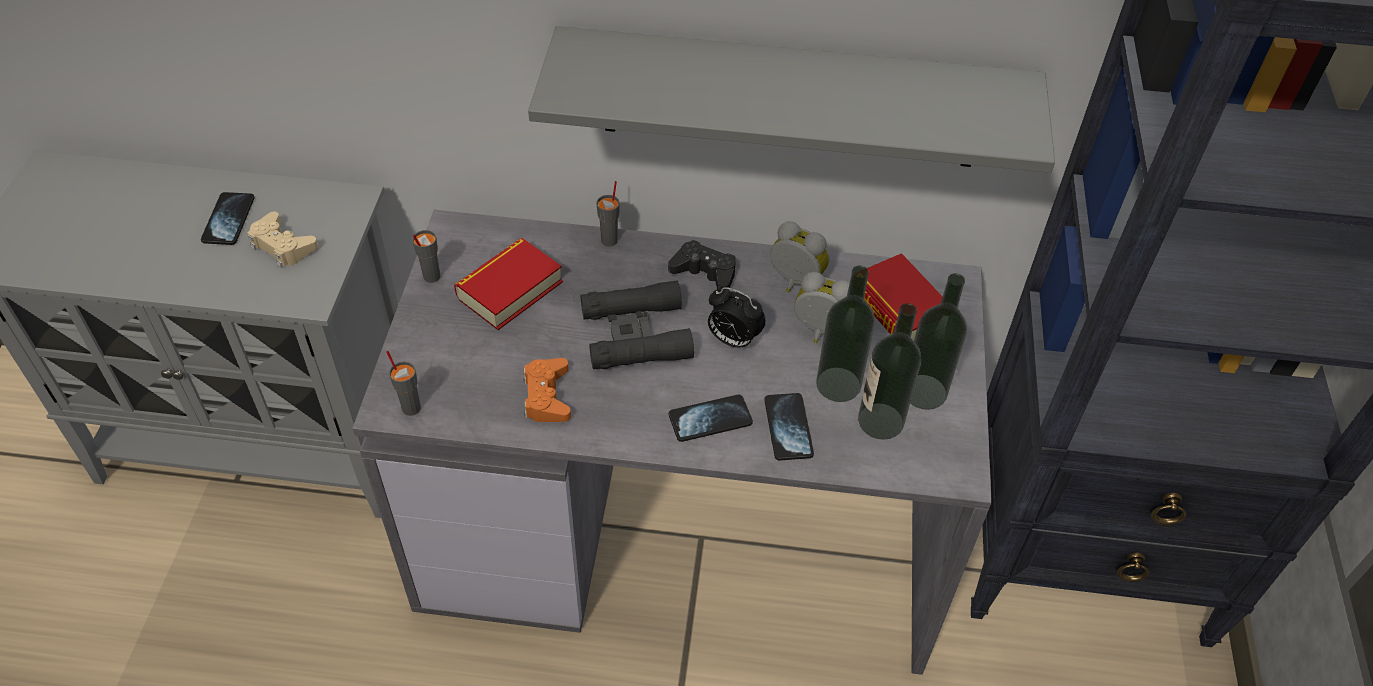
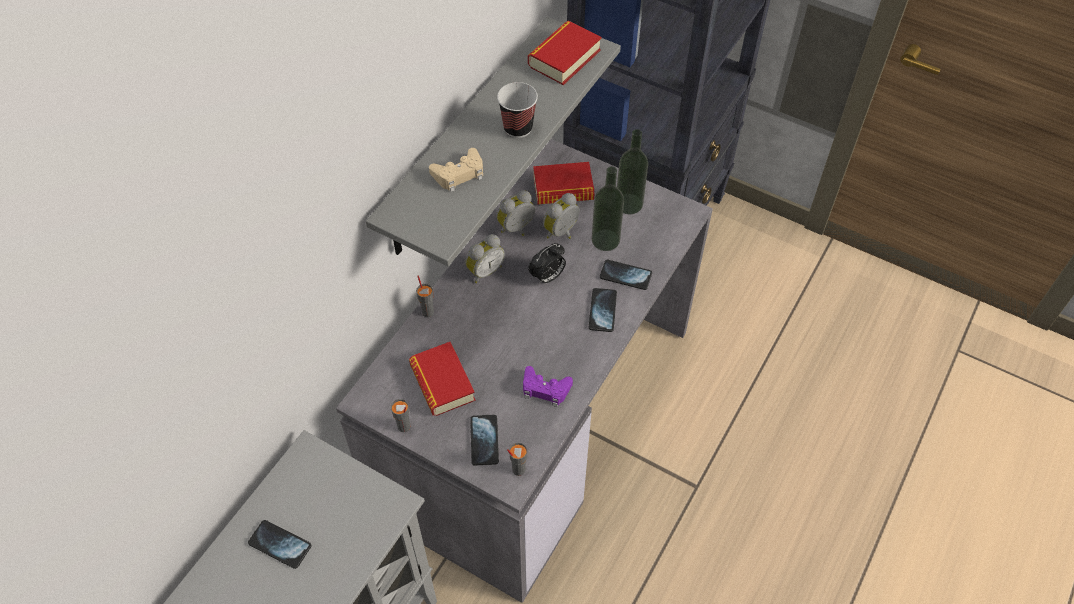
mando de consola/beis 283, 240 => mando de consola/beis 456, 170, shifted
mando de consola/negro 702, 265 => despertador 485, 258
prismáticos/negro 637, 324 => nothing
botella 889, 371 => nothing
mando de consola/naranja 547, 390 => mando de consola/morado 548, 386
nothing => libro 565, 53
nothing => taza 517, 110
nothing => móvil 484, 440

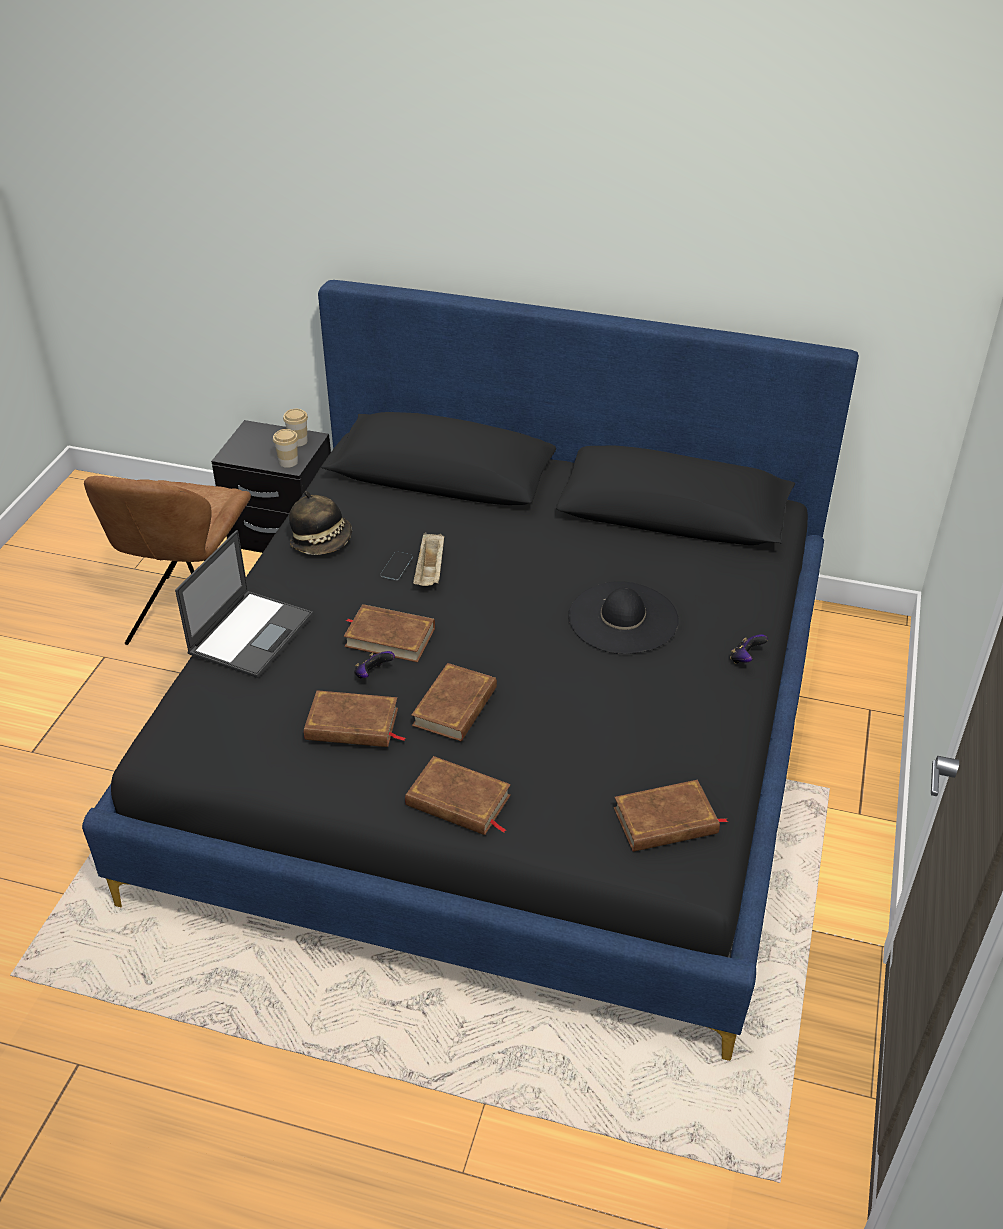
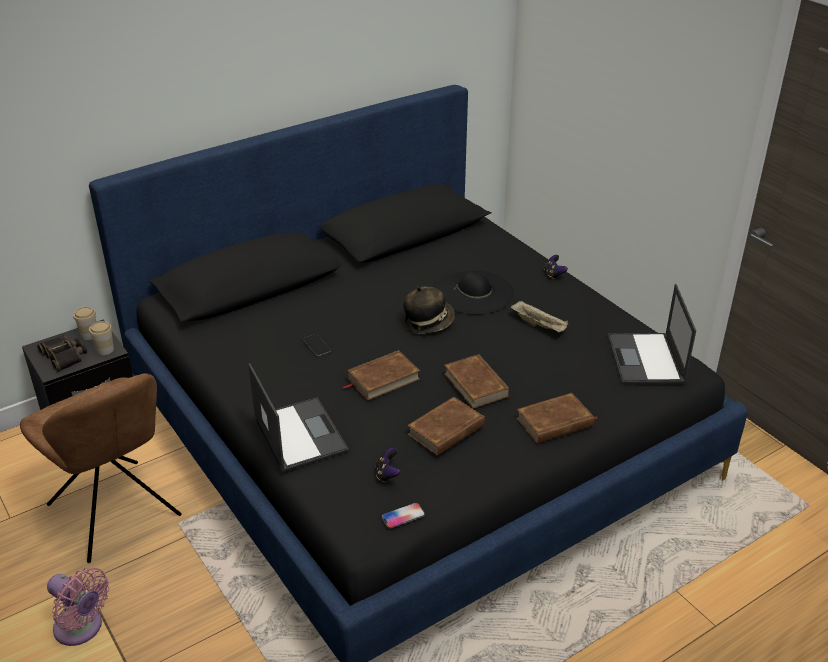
sombrero 320, 523 => sombrero 429, 310, shifted
bandeja/beis 428, 559 => bandeja/beis 539, 316, shifted
mando de consola 374, 664 => mando de consola 387, 465, shifted
libro/marrón 671, 816 => portátil 652, 334
nothing => prismáticos 62, 353
nothing => móvil 403, 515
nothing => ventilador/rosa 78, 607

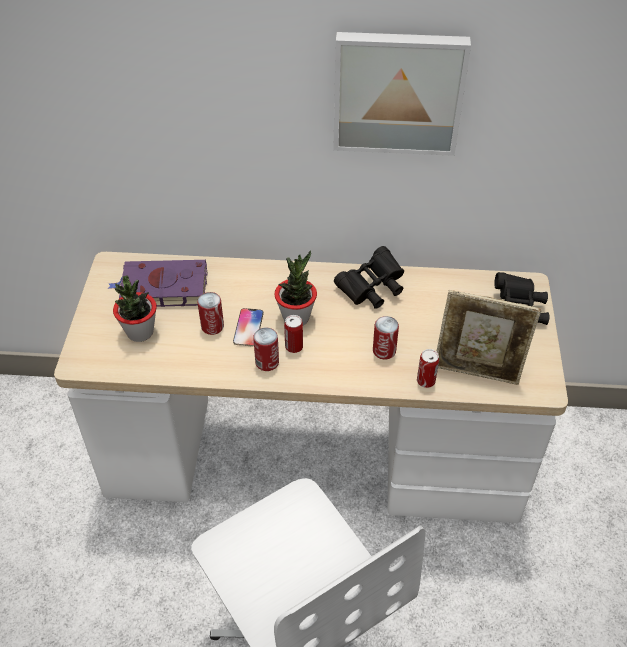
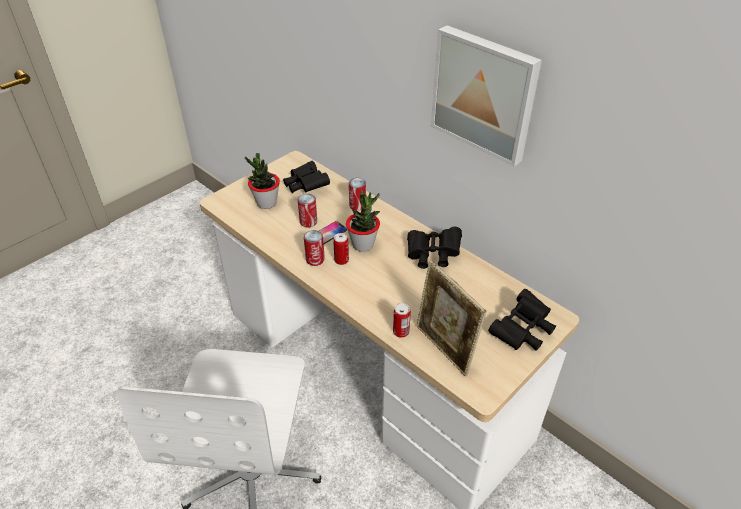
libro/morado 158, 283 => prismáticos/negro 306, 177
lata 386, 338 => lata 357, 194, shifted

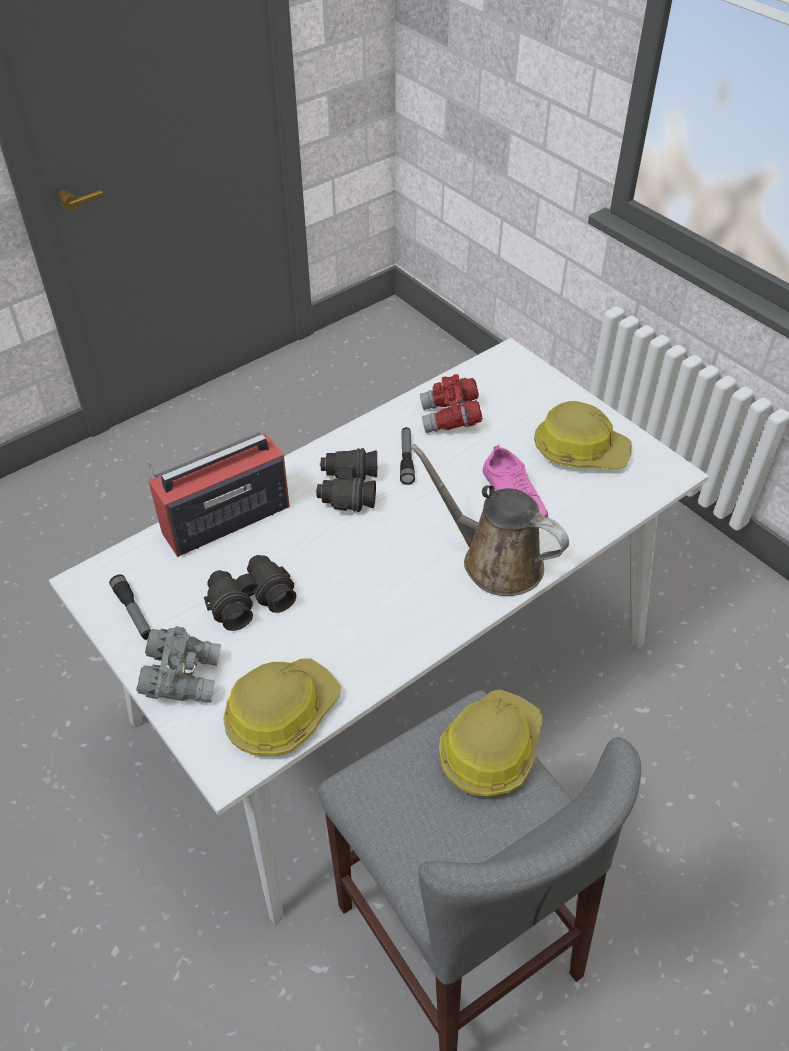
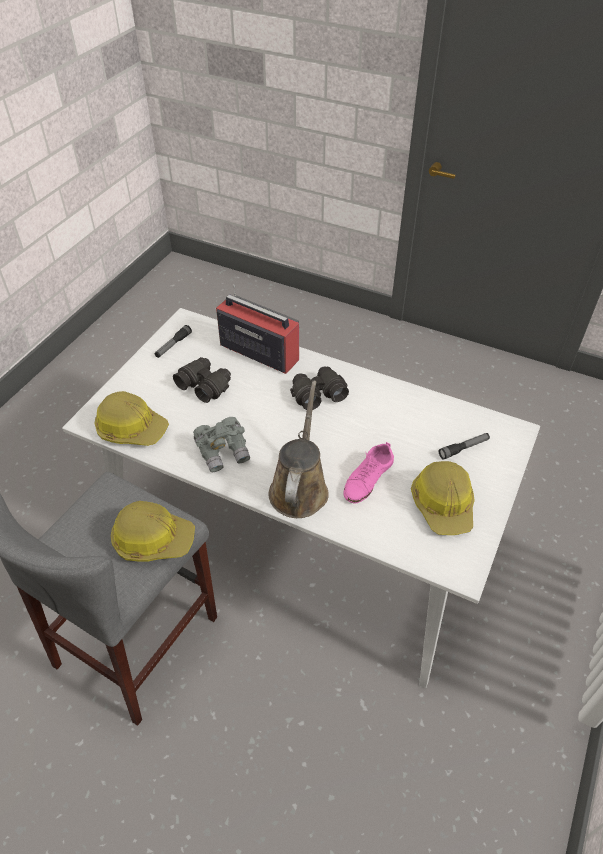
prismáticos/rojo 451, 403 => nothing
linterna 407, 456 => linterna 464, 446, shifted
prismáticos/gris 178, 664 => prismáticos/gris 221, 444, shifted

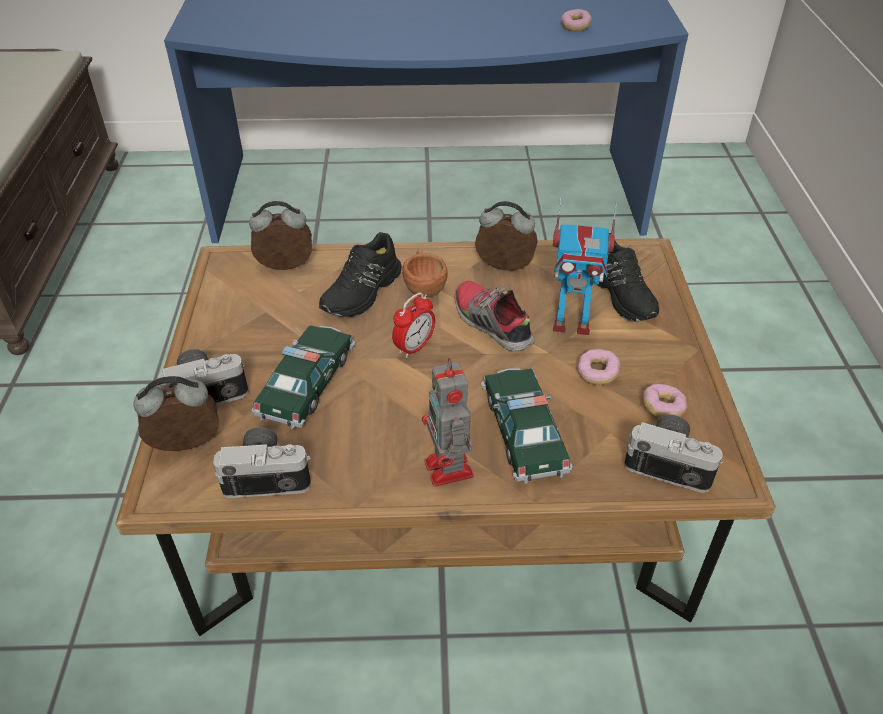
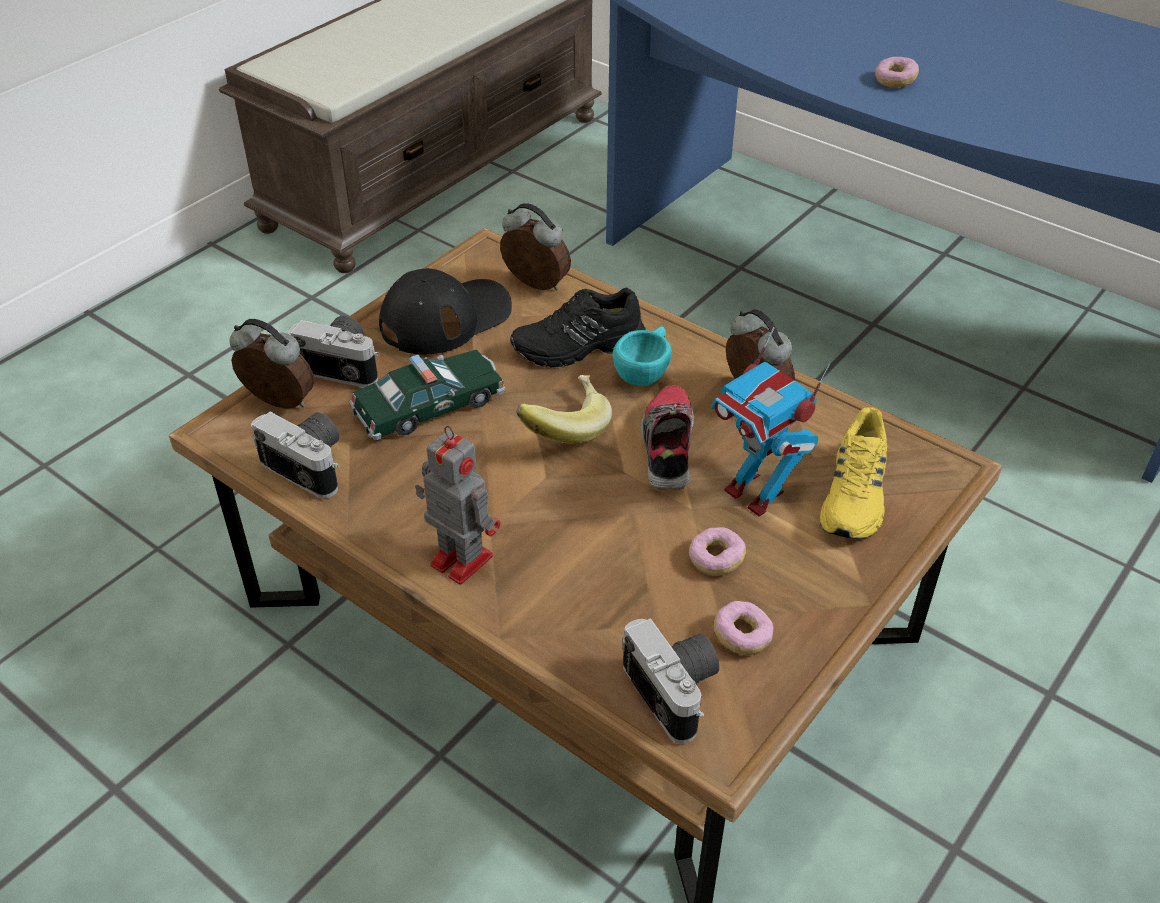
rosquilla 576, 20 => rosquilla 897, 72, shifted
zapato/negro 628, 277 => zapato/amarillo 853, 473
taza/marrón 425, 273 => taza/turquesa 642, 356
despertador 413, 325 => plátano 564, 409
robot de juguete 448, 422 => robot de juguete 457, 505, 105 degrees clockwise
coche de juguete 527, 426 => nothing
nothing => gorra/negro 445, 311

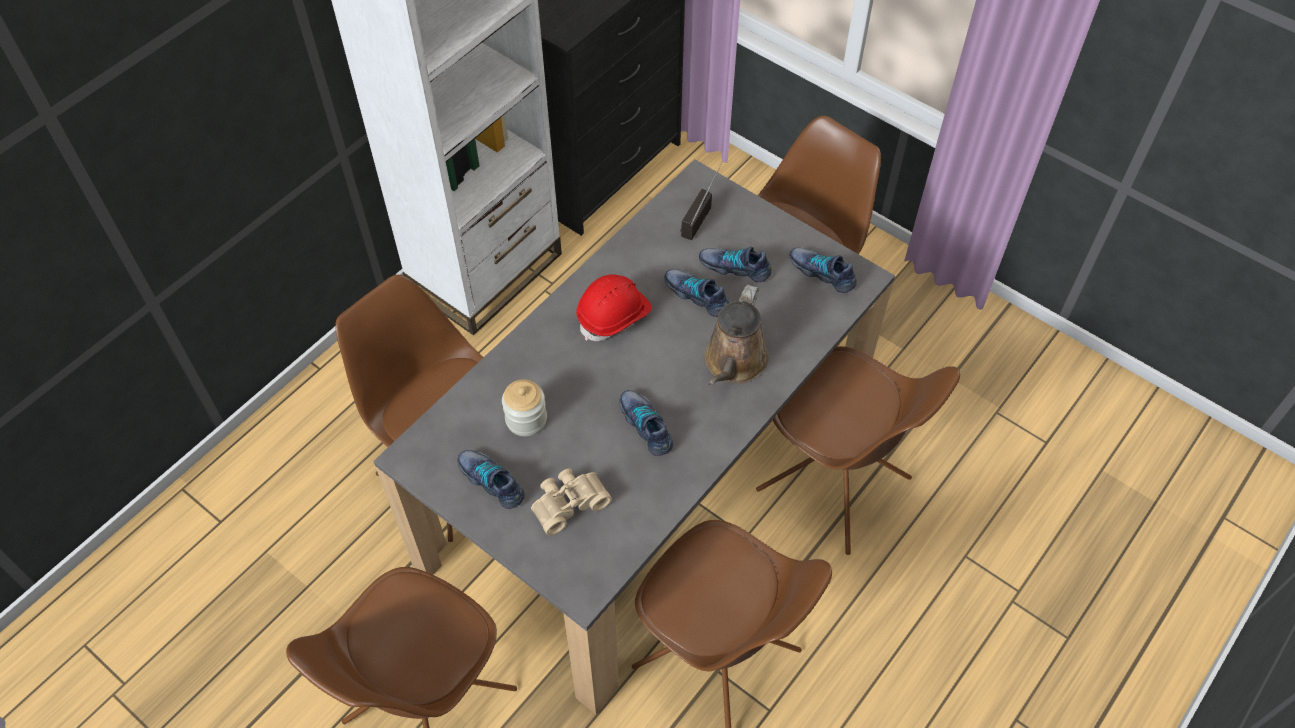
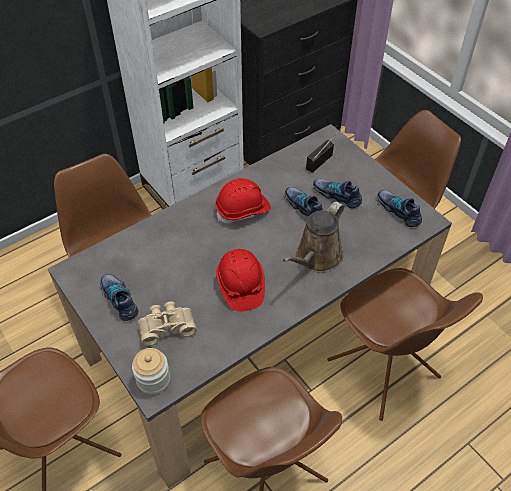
tarro 524, 407 => tarro 151, 371, shifted
zapato 646, 423 => casco/rojo 240, 280

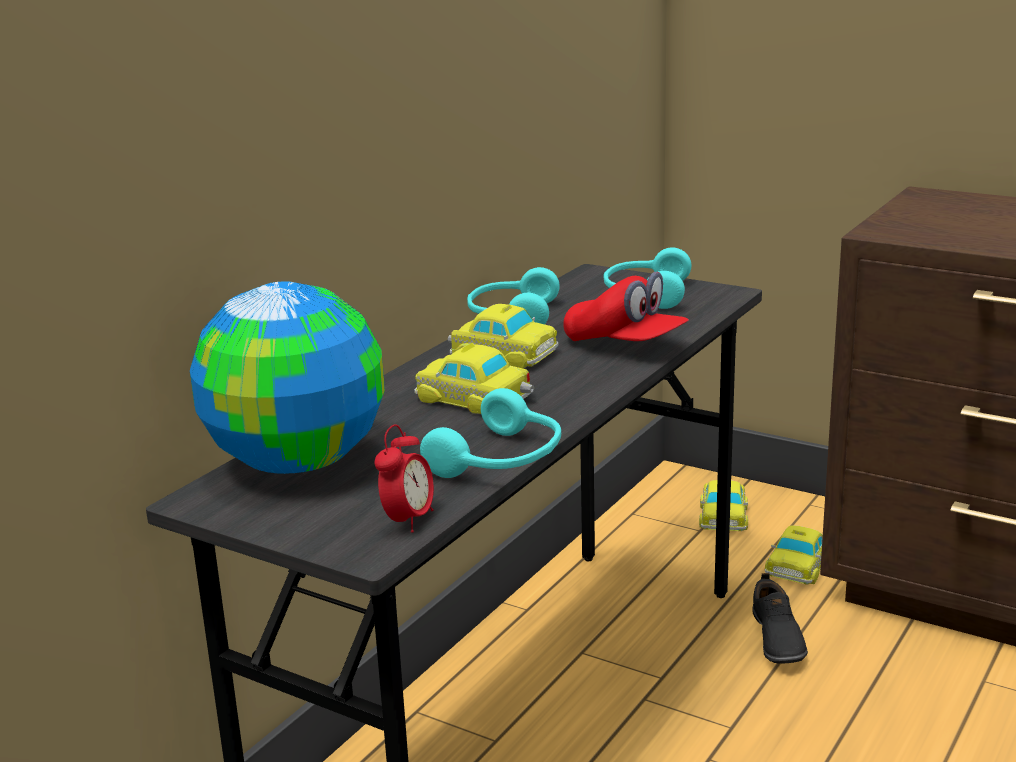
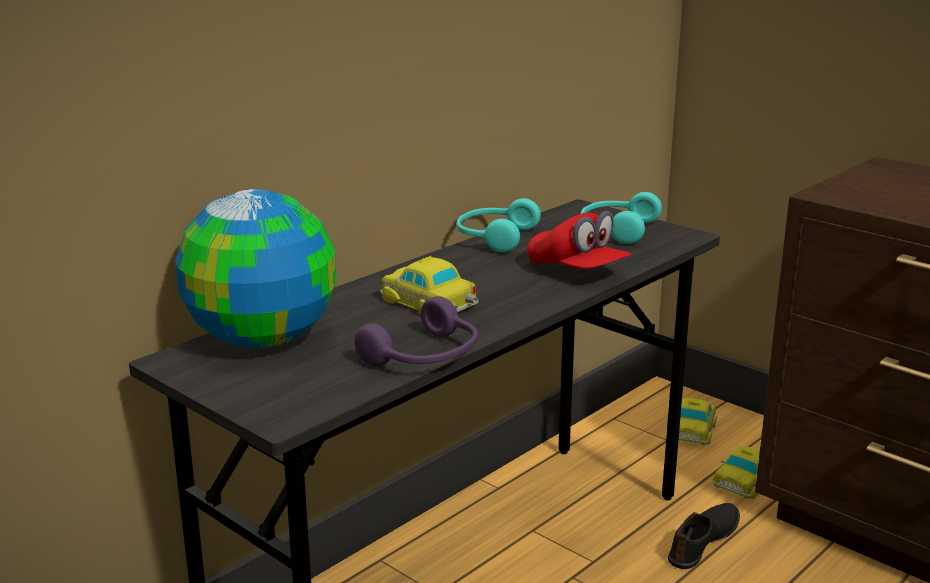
coche de juguete 503, 336 => nothing
auriculares/turquesa 490, 433 => auriculares/morado 416, 331
despertador 404, 479 => nothing
zapato/negro 780, 618 => zapato/negro 704, 536, 150 degrees counterclockwise

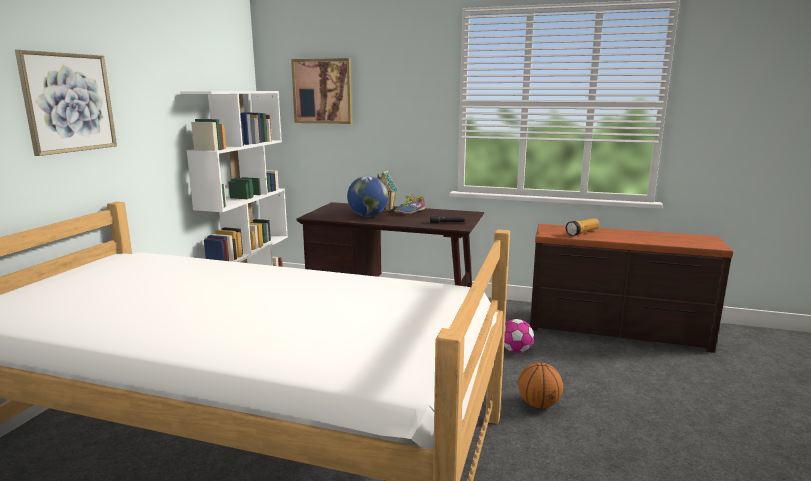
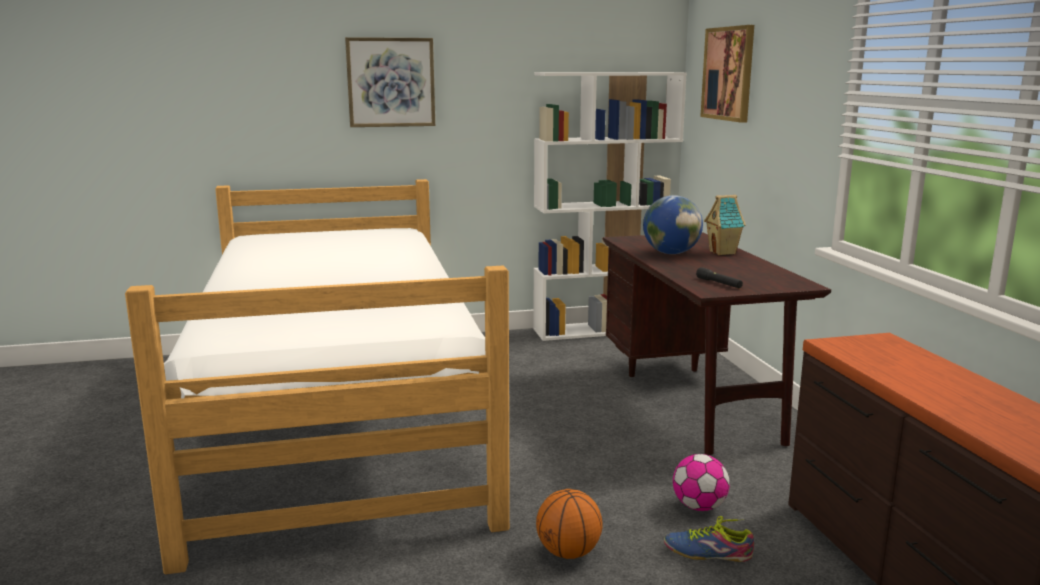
zapato 409, 204 => zapato 709, 539, shifted
linterna 582, 227 => nothing

